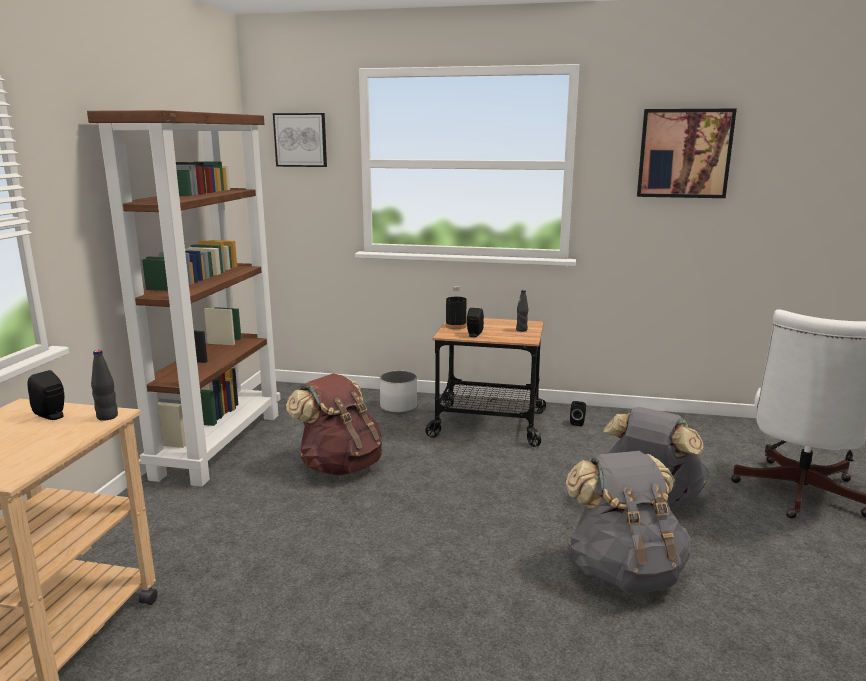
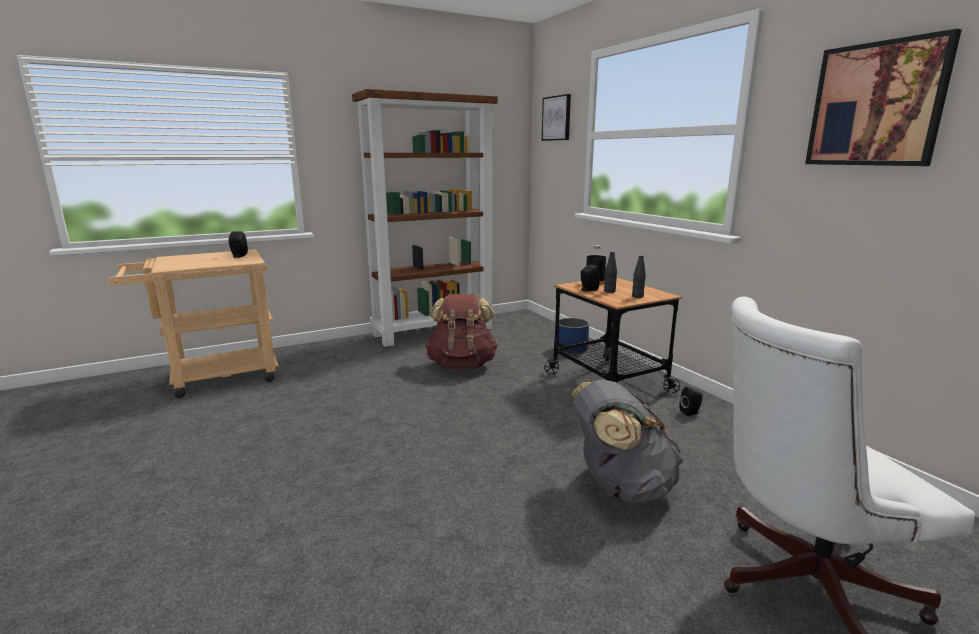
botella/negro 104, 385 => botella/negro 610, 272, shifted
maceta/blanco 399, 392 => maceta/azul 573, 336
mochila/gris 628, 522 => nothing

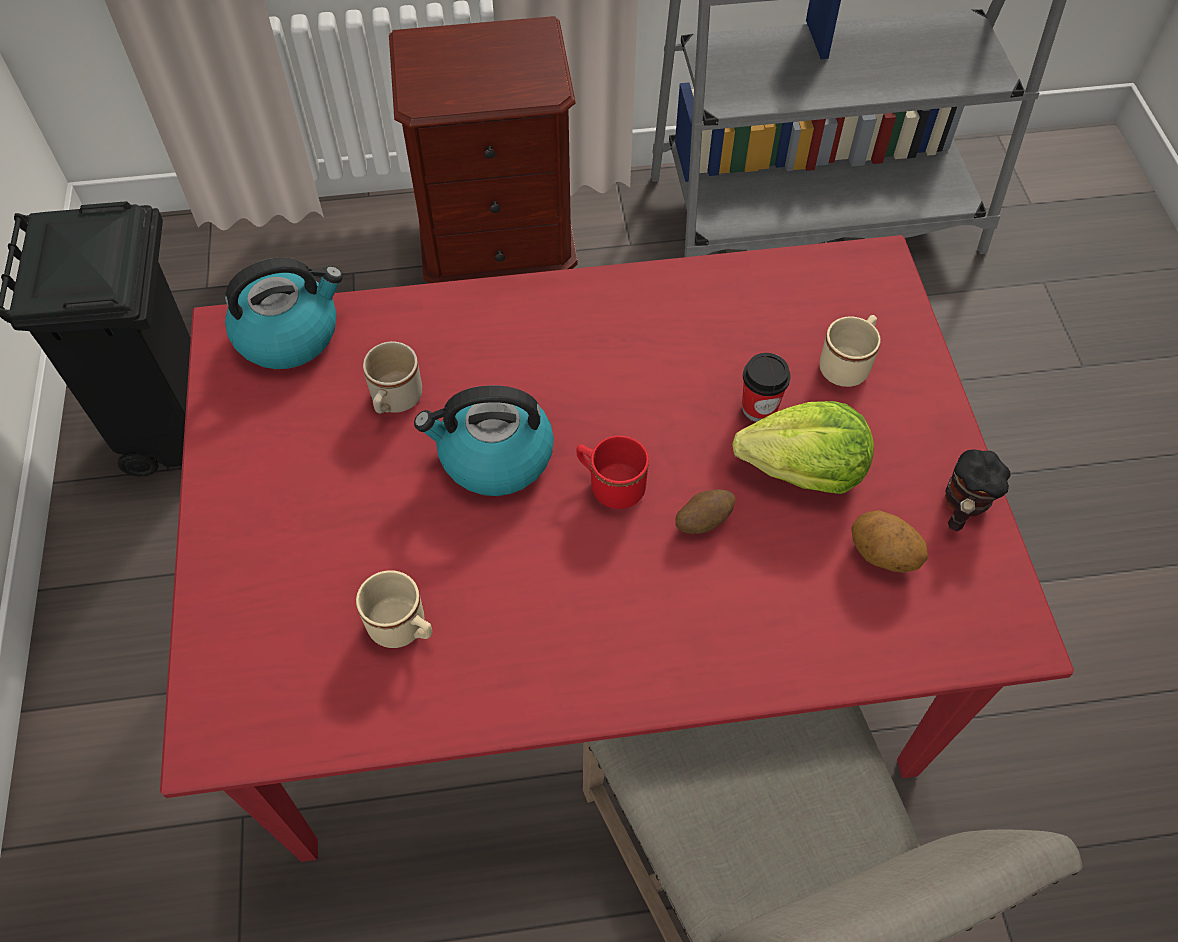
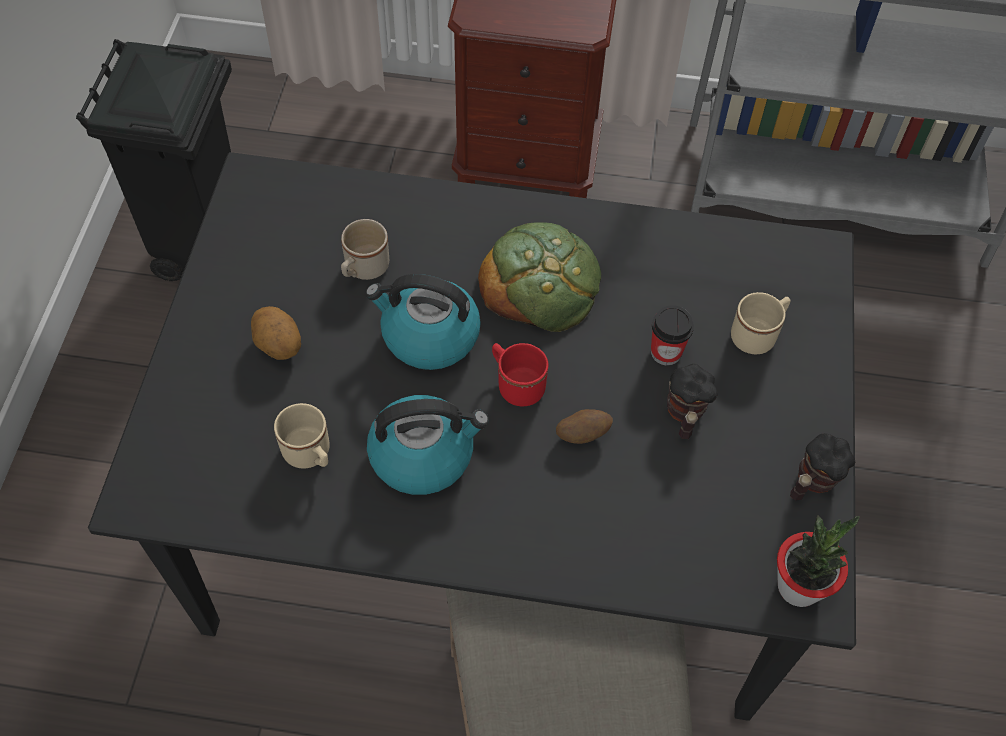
mesa de comedor/rojo 617, 548 => mesa de comedor/negro 472, 436
hervidor 284, 313 => hervidor 428, 445, shifted
lechuga 803, 447 => taza grande 692, 401
patata 889, 541 => patata 276, 333, shifted
nothing => pan 539, 277
nothing => planta en maceta 818, 561

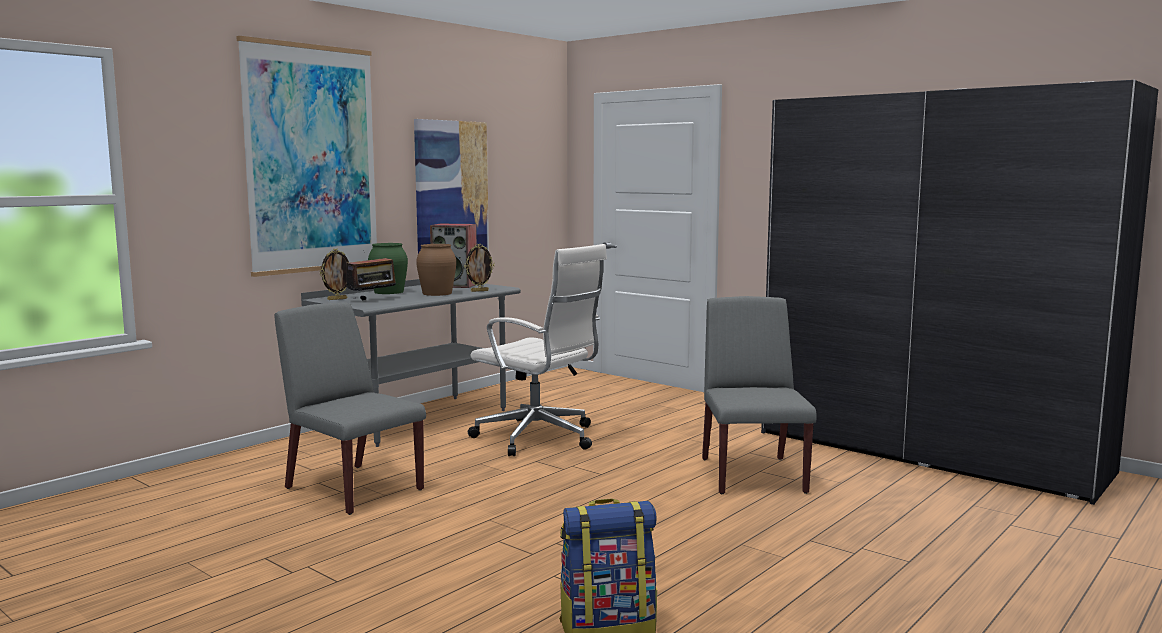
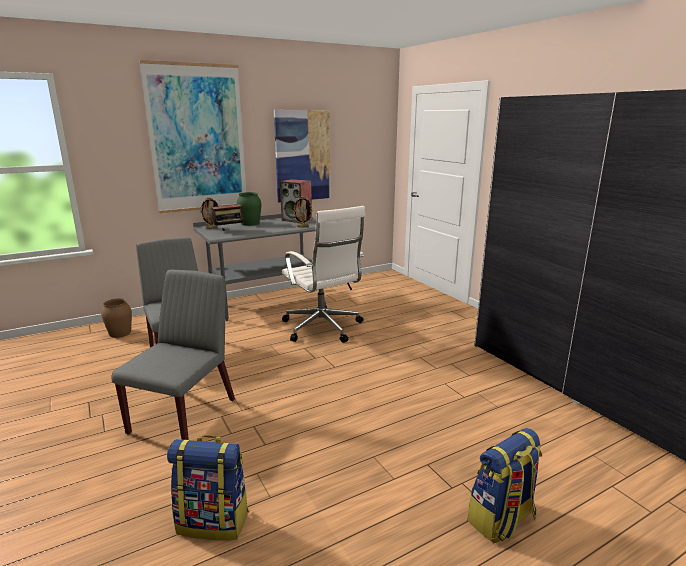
florero/marrón 436, 270 => florero/marrón 116, 318, shifted
silla/gris 759, 395 => silla/gris 173, 355, shifted
nothing => mochila 505, 485

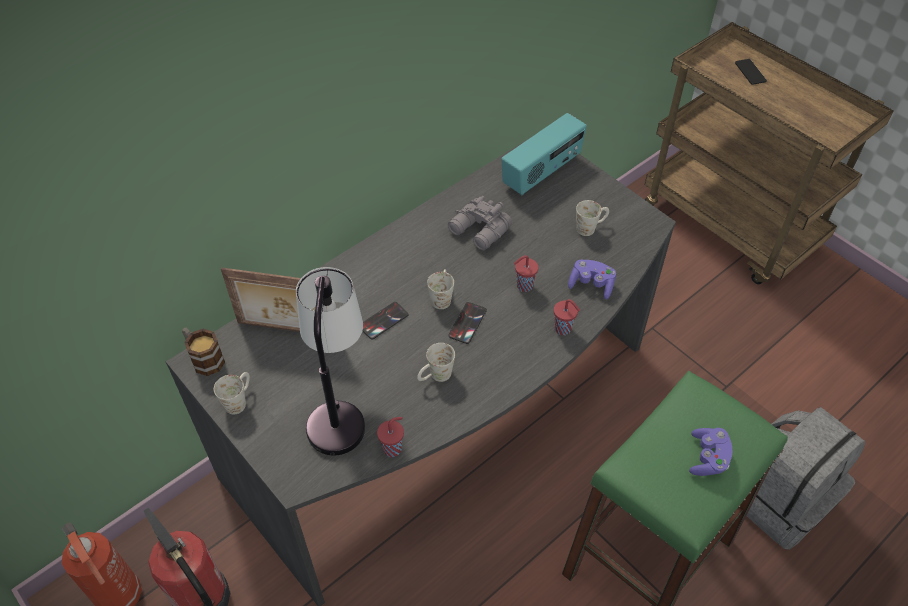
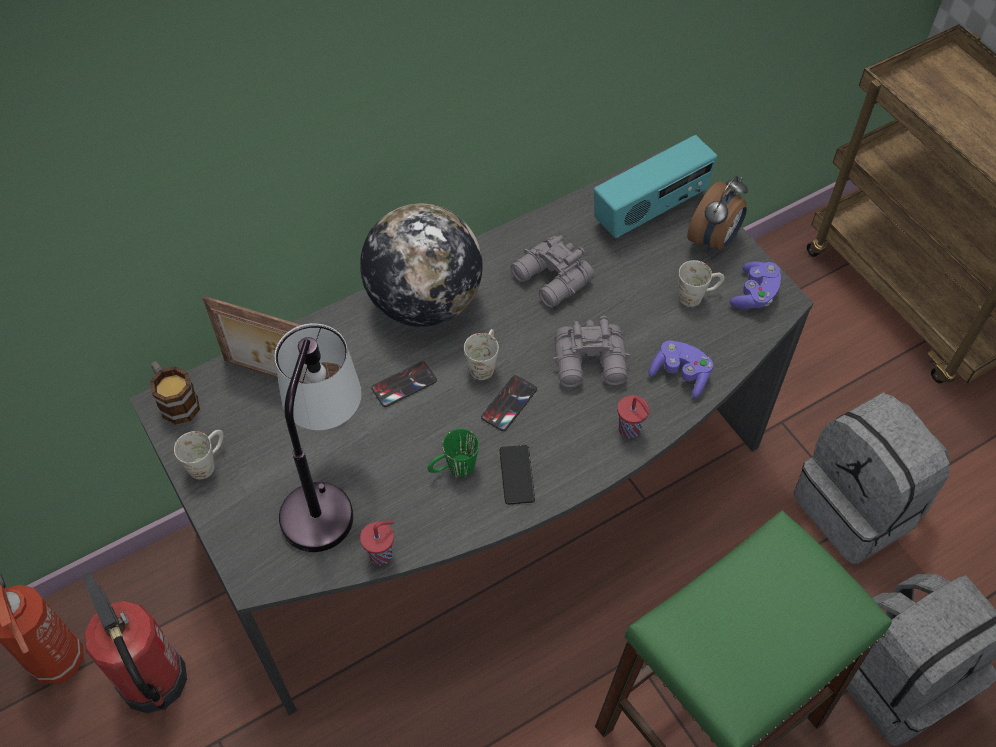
móvil 751, 72 => móvil 517, 475, shifted
taza/rojo 526, 273 => prismáticos/gris 592, 351
taza grande/blanco 436, 362 => taza grande/verde 453, 453
mando de consola/morado 710, 452 => mando de consola/morado 755, 285, shifted
nothing => despertador 717, 214
nothing => globo terráqueo 421, 265
nothing => mochila/gris 872, 478

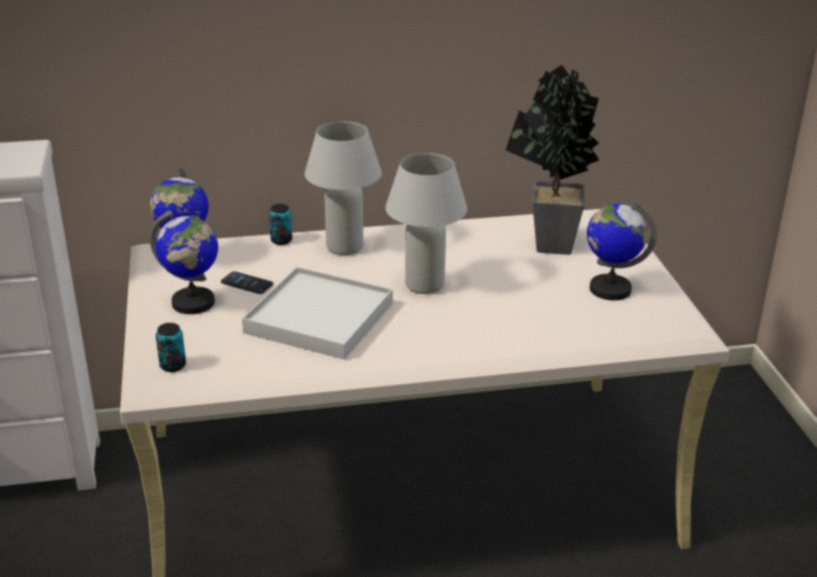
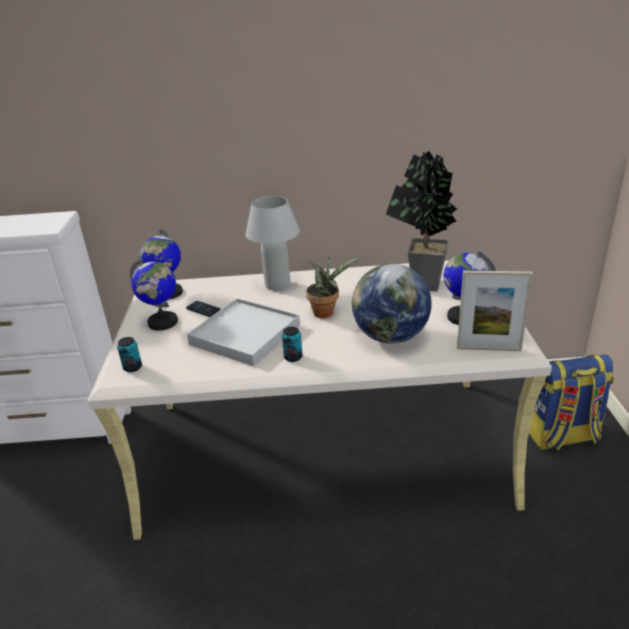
lámpara de mesa/blanco 426, 223 => planta en maceta 332, 287
lata 280, 224 => lata 292, 344, shifted
nothing => globo terráqueo 392, 304
nothing => portarretratos 495, 311
nothing => mochila 571, 402

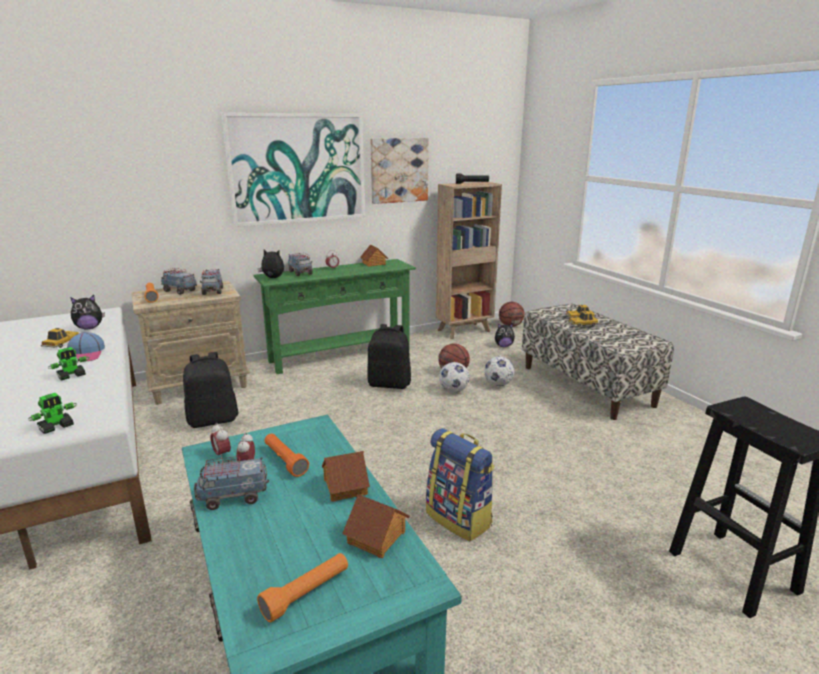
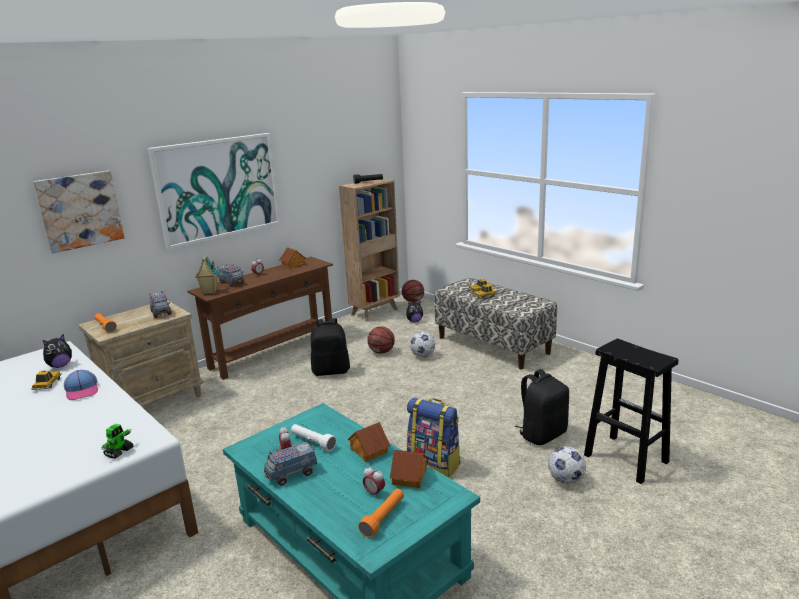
cuadro 399, 171 => cuadro 78, 212, shifted
peluche 271, 264 => casita 207, 274
mesa consola/verde 334, 316 => mesa consola/marrón 260, 318
camión de juguete 179, 281 => nothing
robot de juguete 69, 364 => nothing
mochila/negro 211, 390 => mochila/negro 542, 407, shifted
balón de fútbol 454, 377 => balón de fútbol 567, 465, shifted
despertador 220, 441 => despertador 374, 482, shifted
linterna/naranja 286, 455 => linterna/blanco 313, 437

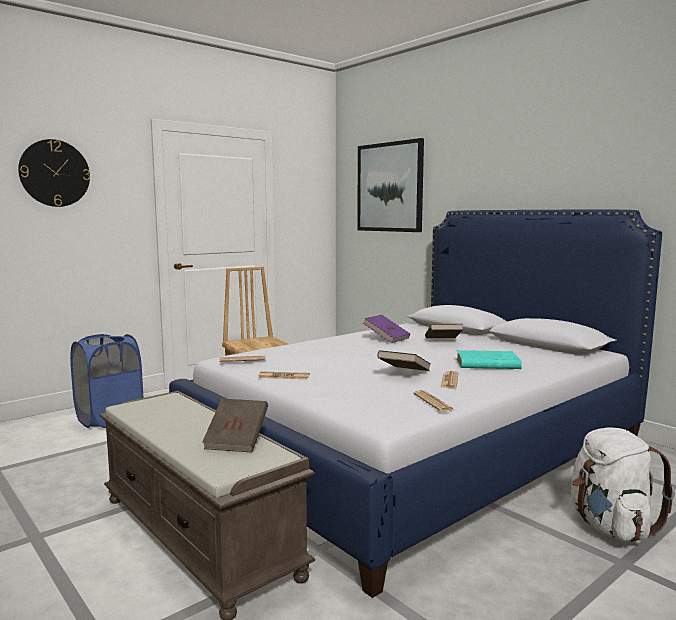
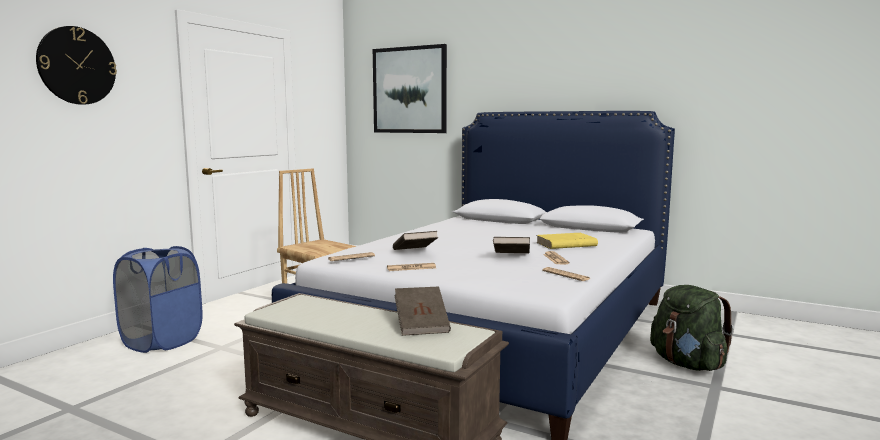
libro/morado 386, 329 => nothing
libro/marrón 444, 331 => libro/marrón 415, 240, shifted
libro/turquesa 489, 359 => libro/amarillo 567, 241
mochila/blanco 623, 484 => mochila/verde 692, 328

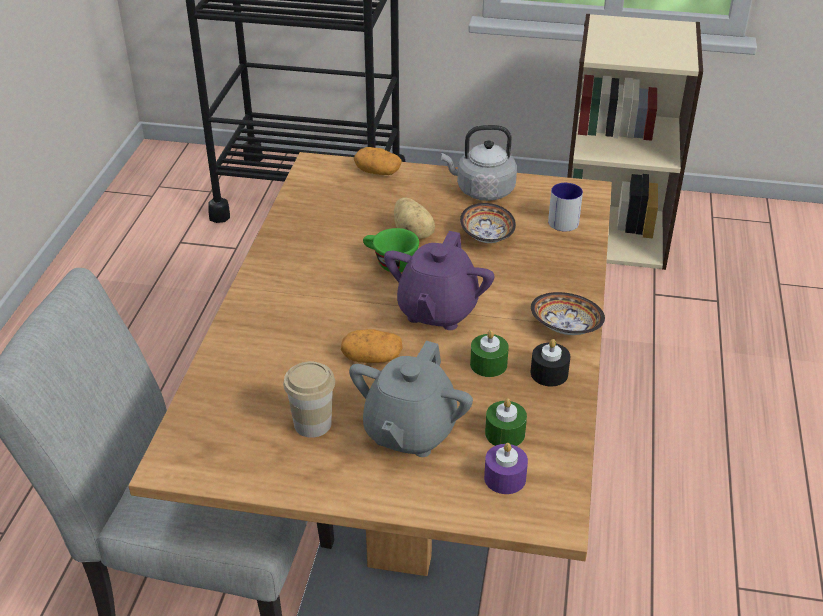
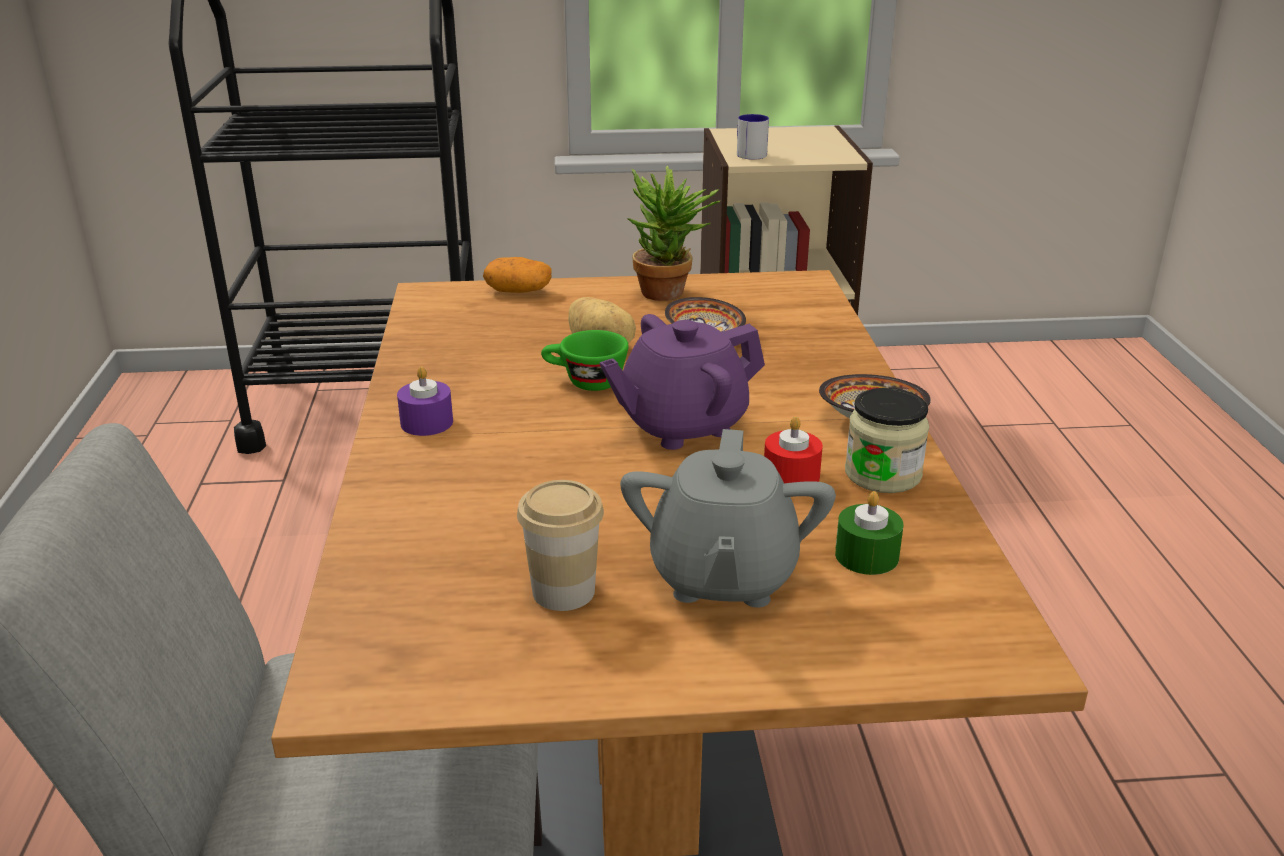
hervidor/gris 479, 163 => planta en maceta 673, 233
taza grande 565, 207 => taza grande 753, 137, shifted
tetera/morado 439, 280 => tetera/morado 682, 382, 60 degrees clockwise
patata 372, 346 => nothing
vela/verde 489, 353 => vela/rojo 793, 450
vela/negro 551, 363 => tarro 887, 440
vela/morado 506, 468 => vela/morado 425, 401, shifted

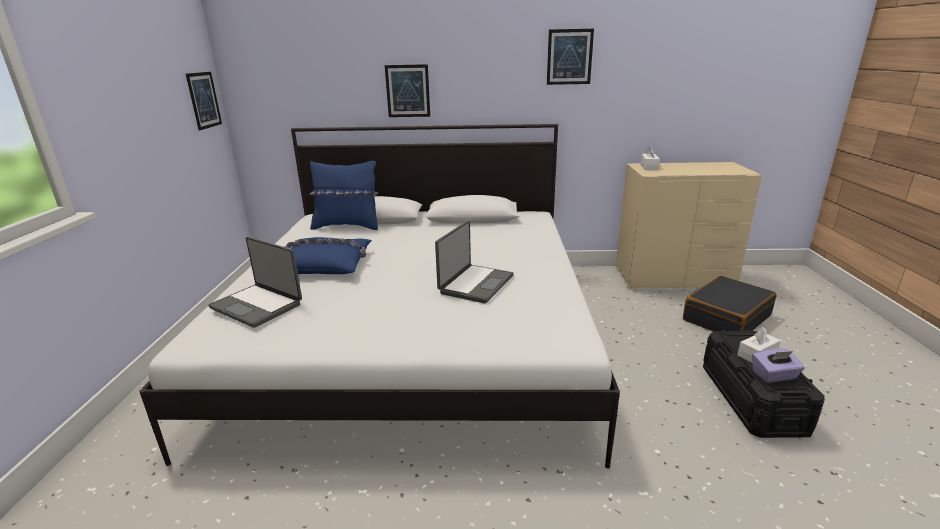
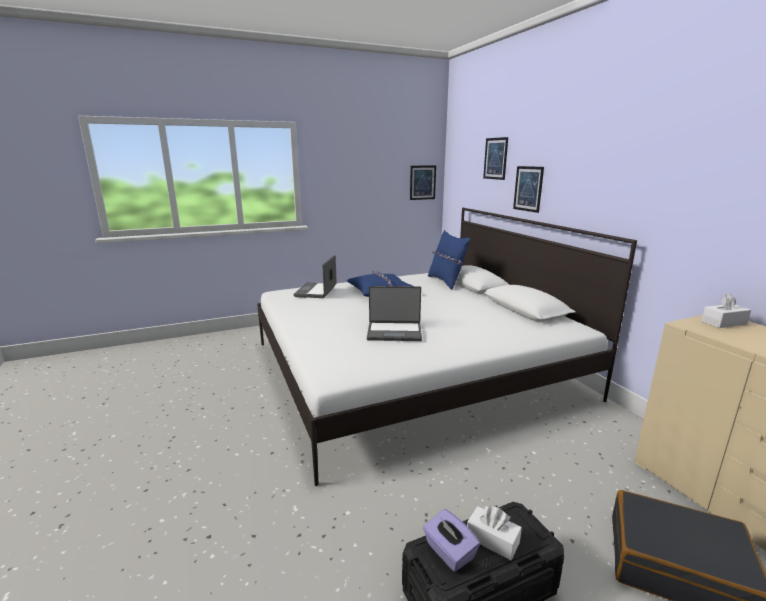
cuadro 570, 57 => cuadro 495, 158, shifted

